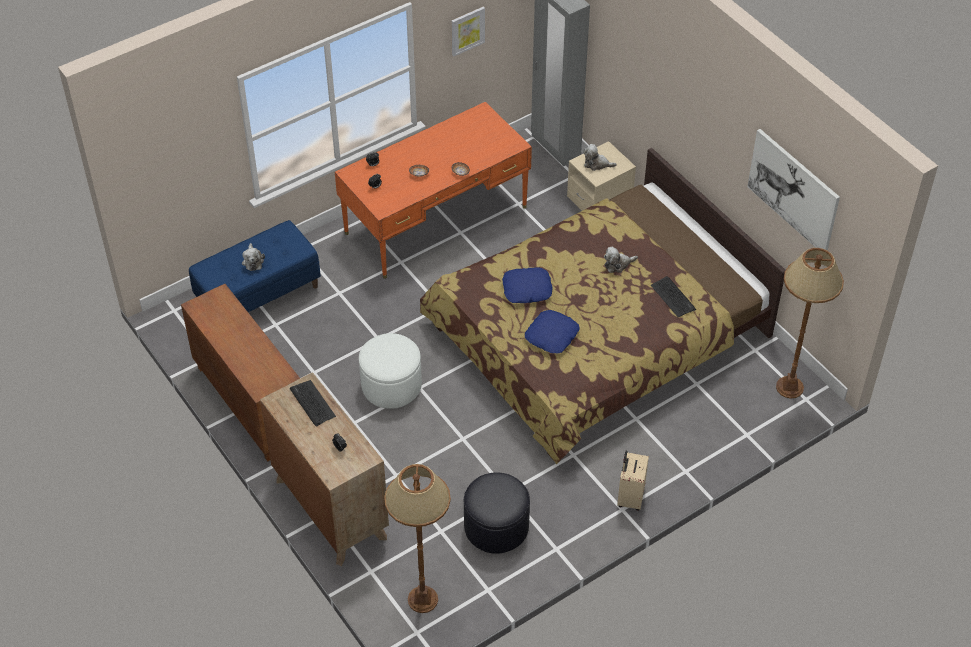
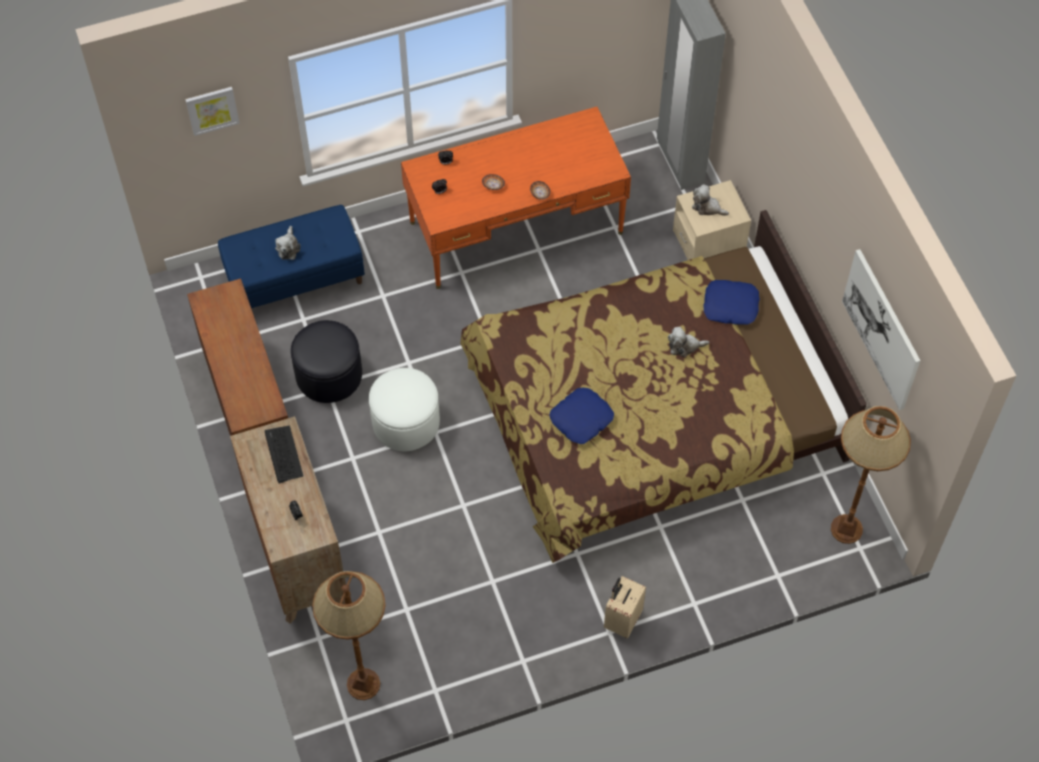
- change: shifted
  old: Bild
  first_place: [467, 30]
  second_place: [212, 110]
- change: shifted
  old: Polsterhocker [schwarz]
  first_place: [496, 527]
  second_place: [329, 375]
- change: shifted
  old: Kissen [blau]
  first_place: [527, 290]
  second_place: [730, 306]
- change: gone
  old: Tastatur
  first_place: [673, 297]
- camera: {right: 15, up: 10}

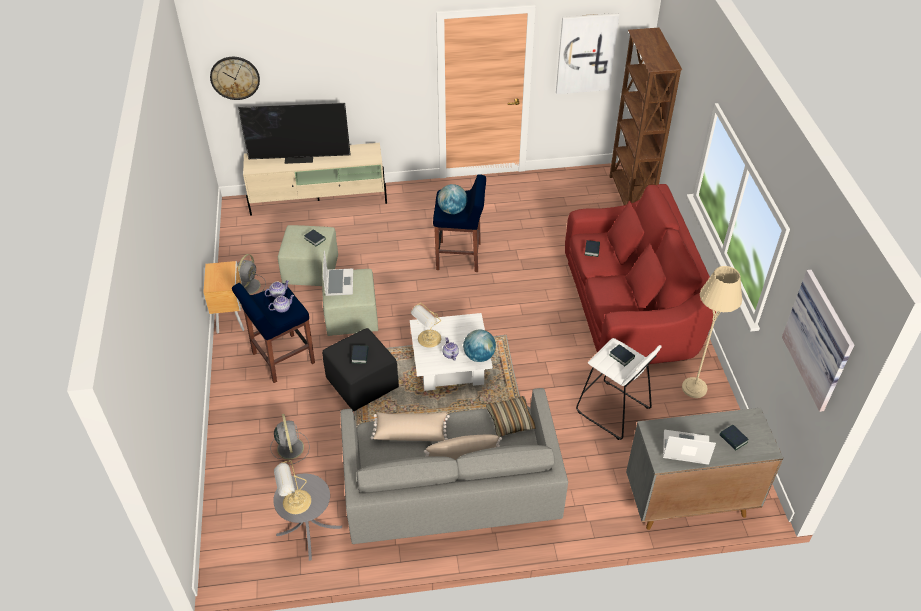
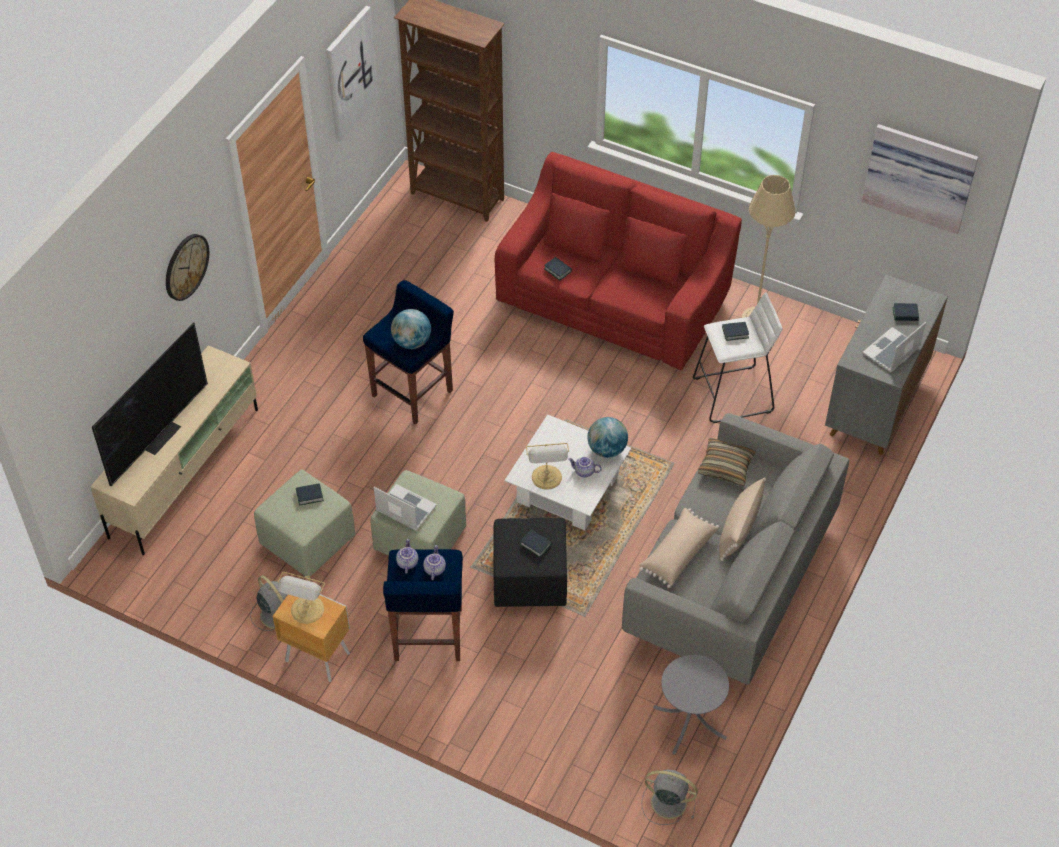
- change: shifted
  old: Wanduhr
  first_place: [235, 77]
  second_place: [186, 266]
- change: shifted
  old: Ventilator [grau]
  first_place: [290, 447]
  second_place: [667, 802]
- change: shifted
  old: Tischlampe
  first_place: [295, 502]
  second_place: [307, 611]
- camera: {right: -55, up: 5}

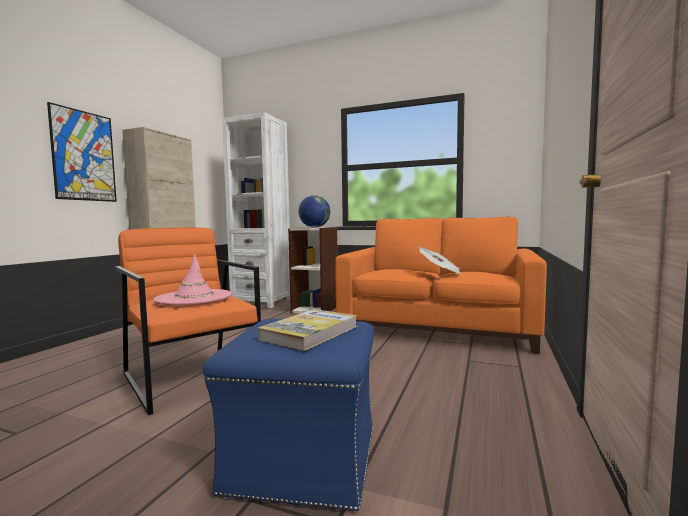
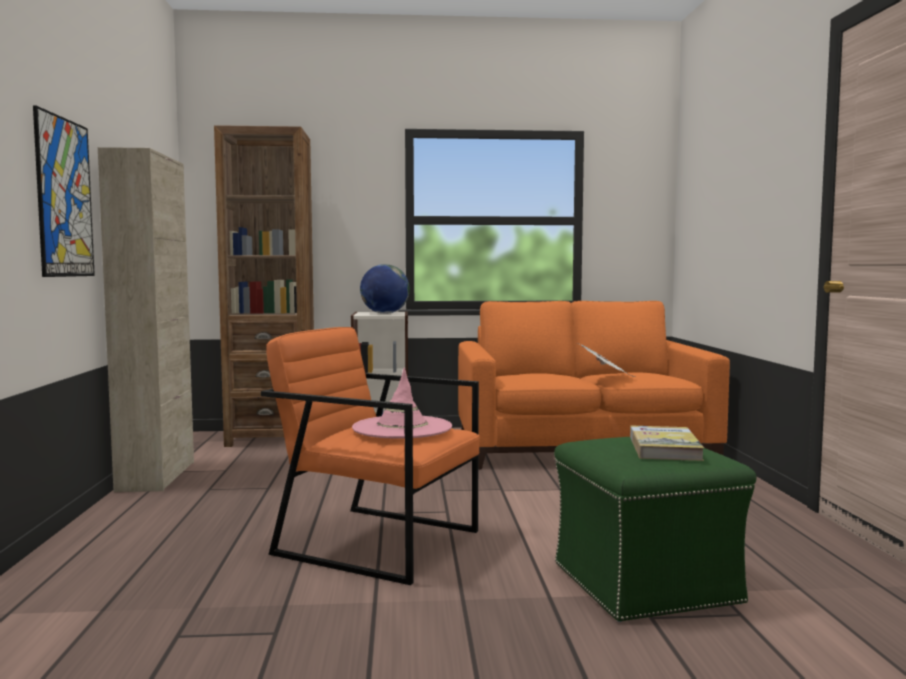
- change: repainted
  old: Polsterhocker [blau]
  new: Polsterhocker [grün]
  first_place: [303, 459]
  second_place: [646, 584]
- change: repainted
  old: Bücherregal [weiß]
  new: Bücherregal [braun]
  first_place: [261, 302]
  second_place: [272, 438]
- camera: {right: -25, up: 0}

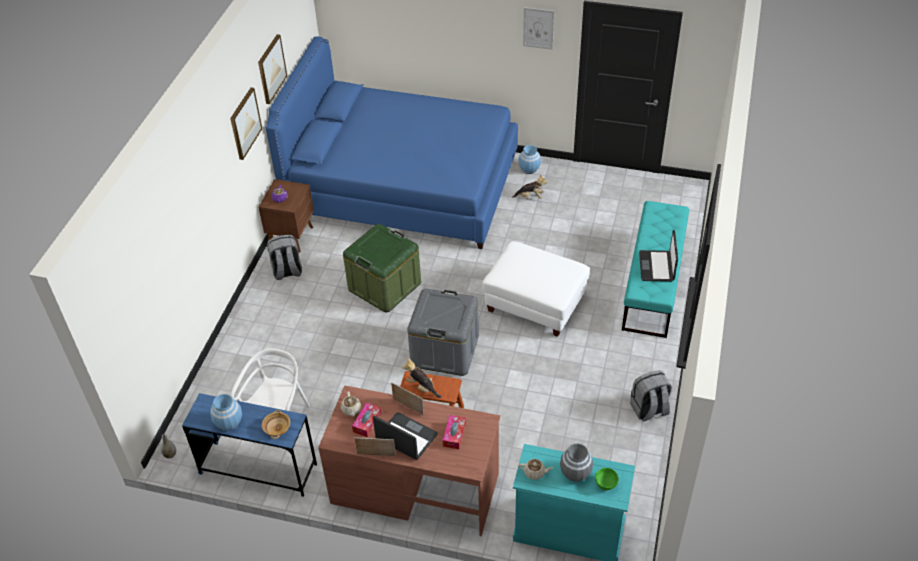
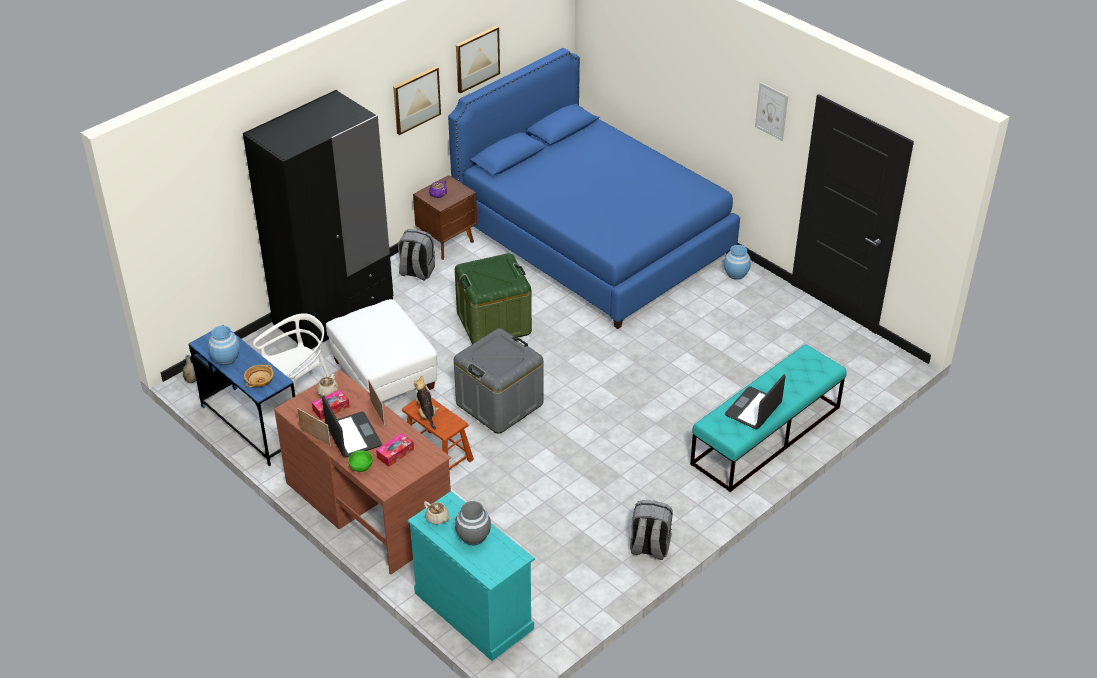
- change: shifted
  old: Polsterhocker [weiß]
  first_place: [535, 305]
  second_place: [383, 375]
- change: gone
  old: Plüschtier
  first_place: [530, 197]
- change: shifted
  old: Schüssel [grün]
  first_place: [606, 484]
  second_place: [361, 467]
- change: new
  new: Kleiderschrank [schwarz]
  second_place: [334, 314]
- camera: {right: 30, up: -5}

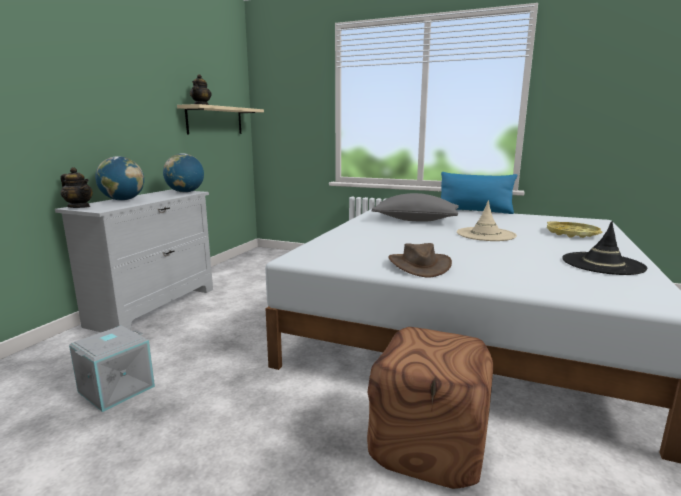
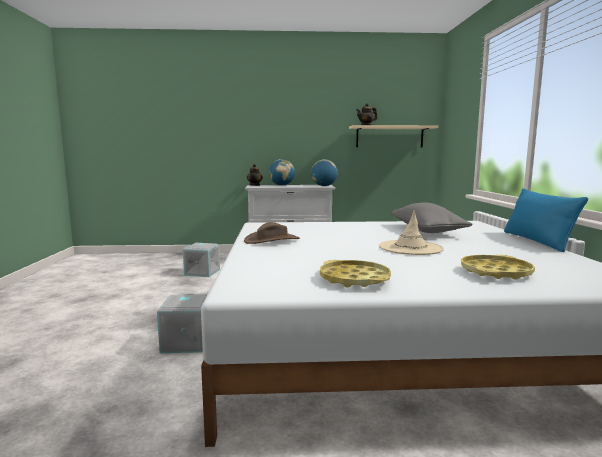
- change: swapped
  old: Polsterhocker [braun]
  new: Aufbewahrungsbox [grau]
  first_place: [430, 445]
  second_place: [187, 343]
- change: swapped
  old: Hut [schwarz]
  new: Tablett [gelb]
  first_place: [602, 264]
  second_place: [354, 279]
- camera: {right: 65, up: -5}

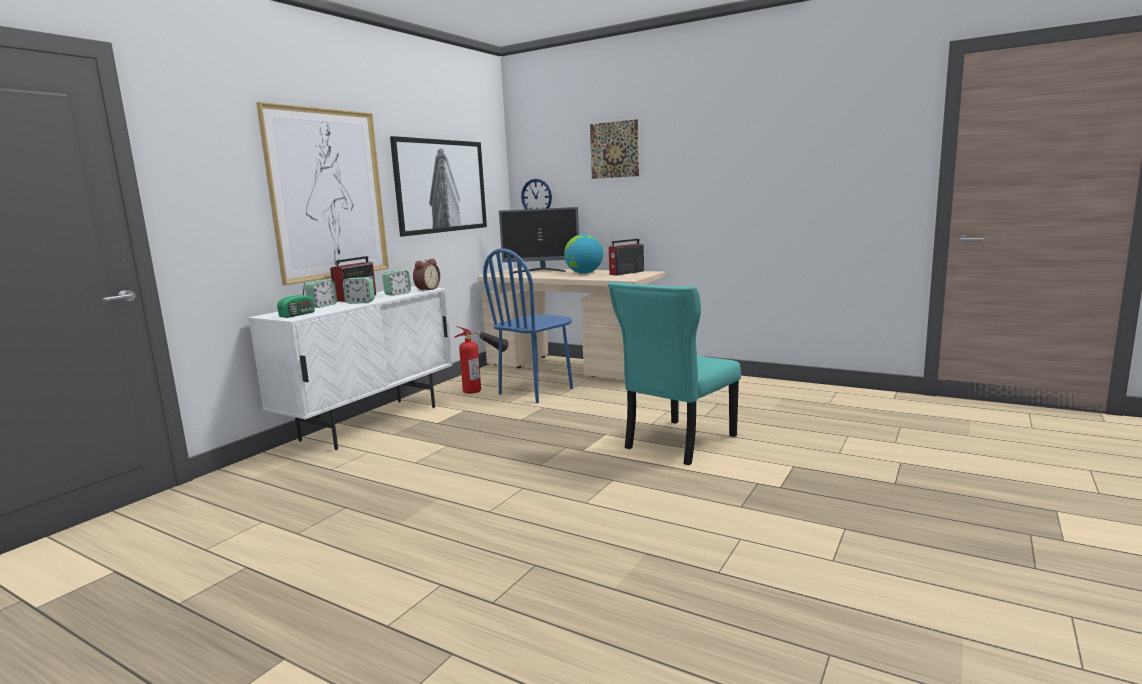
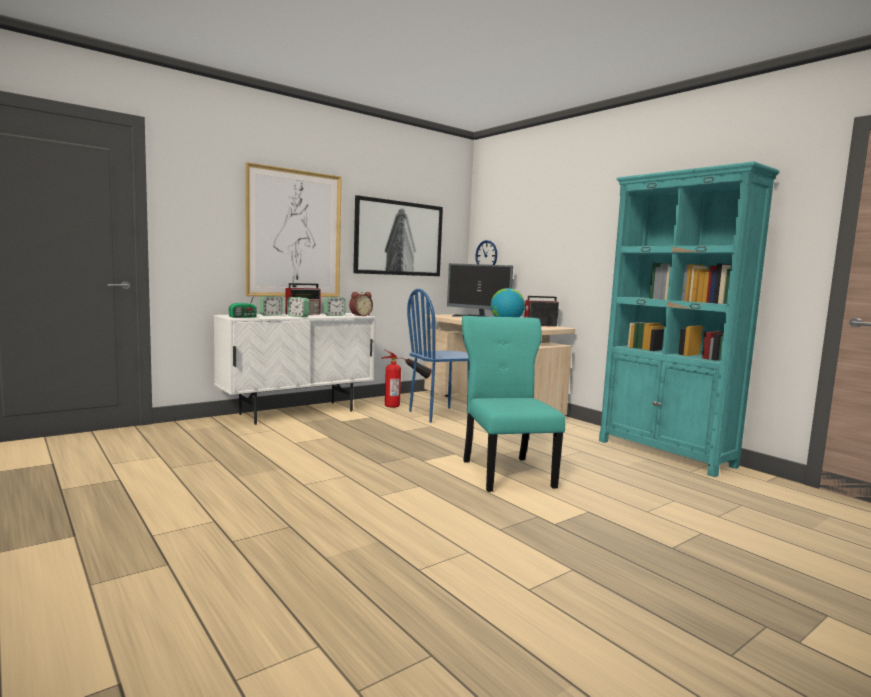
- change: gone
  old: Bild
  first_place: [614, 149]
- change: rotated
  old: Stuhl [türkis]
  first_place: [677, 443]
  second_place: [506, 472]
  degrees: 105
- change: new
  new: Bücherregal [türkis]
  second_place: [665, 453]
- camera: {right: 20, up: -5}

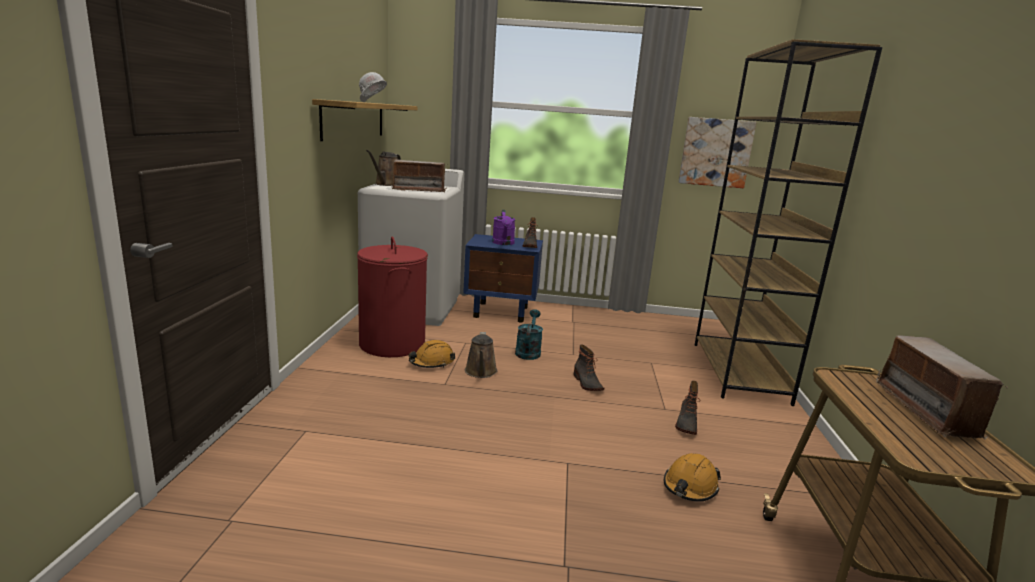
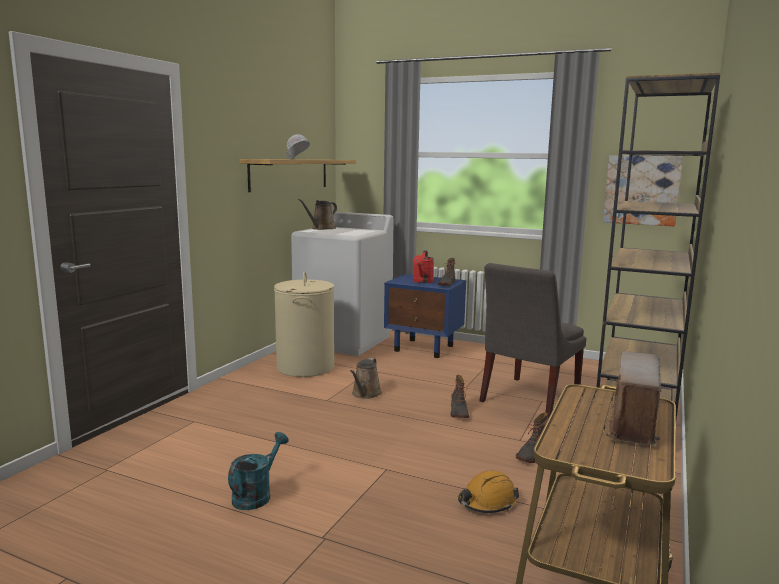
- change: repainted
  old: Wäschekorb [rot]
  new: Wäschekorb [beige]
  first_place: [392, 344]
  second_place: [305, 367]
- change: gone
  old: Radio
  first_place: [419, 190]
- change: gone
  old: Schutzhelm [orange]
  first_place: [432, 362]
- change: repainted
  old: Gießkanne [lila]
  new: Gießkanne [rot]
  first_place: [503, 243]
  second_place: [422, 282]
- change: shifted
  old: Gießkanne [türkis]
  first_place: [528, 351]
  second_place: [256, 495]
- change: new
  new: Stuhl [grau]
  second_place: [527, 399]
- camera: {right: 20, up: -5}

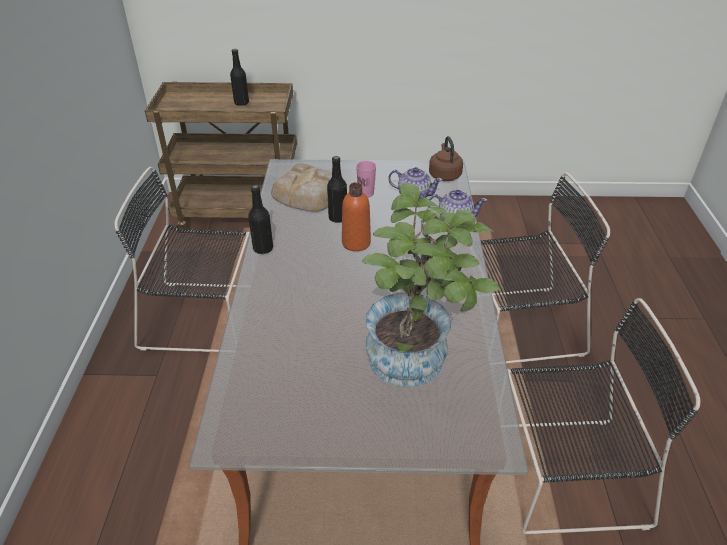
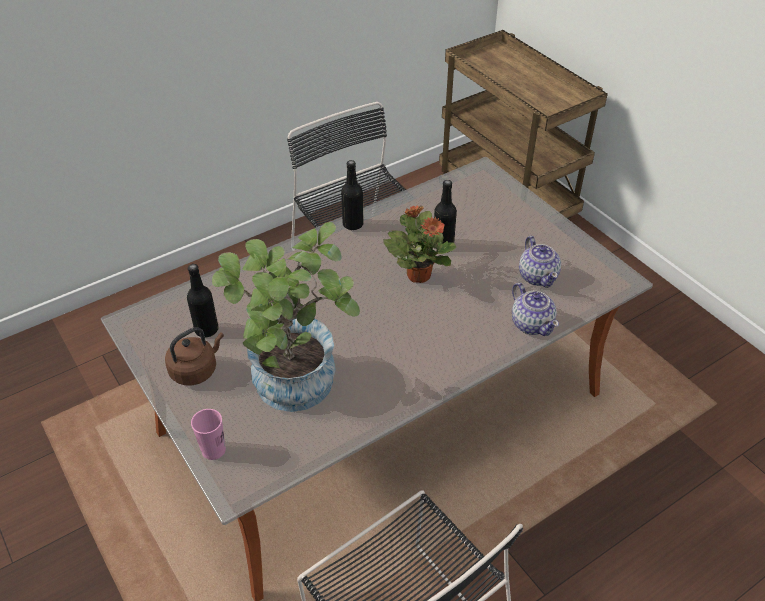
- change: shifted
  old: Flasche [schwarz]
  first_place: [241, 103]
  second_place: [206, 330]
- change: gone
  old: Brot
  first_place: [309, 194]
- change: swapped
  old: Flasche [orange]
  new: Topfpflanze
  first_place: [356, 243]
  second_place: [418, 274]
- change: shifted
  old: Tasse [rosa]
  first_place: [366, 193]
  second_place: [213, 450]
- change: shifted
  old: Wasserkessel [braun]
  first_place: [444, 175]
  second_place: [196, 370]
- change: gone
  old: Stuhl [schwarz]
  first_place: [516, 325]
- camera: {right: 55, up: 5}

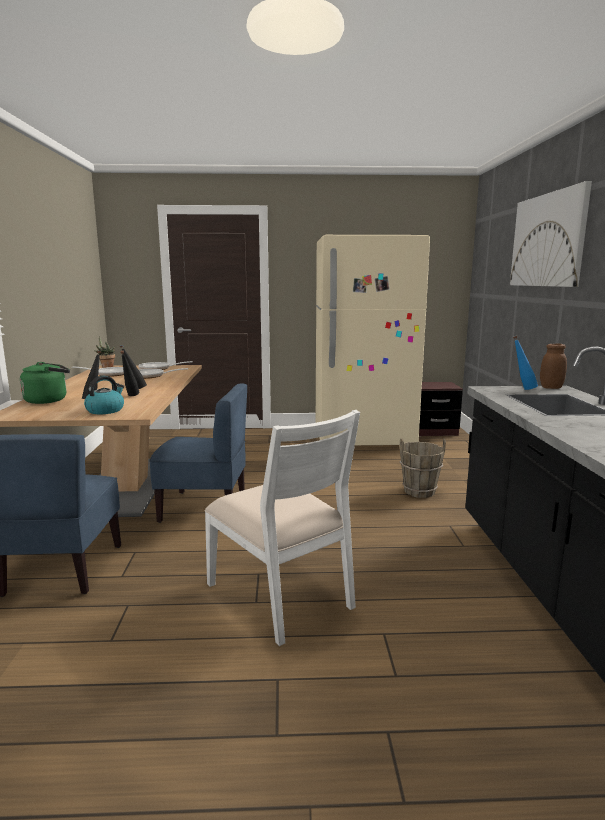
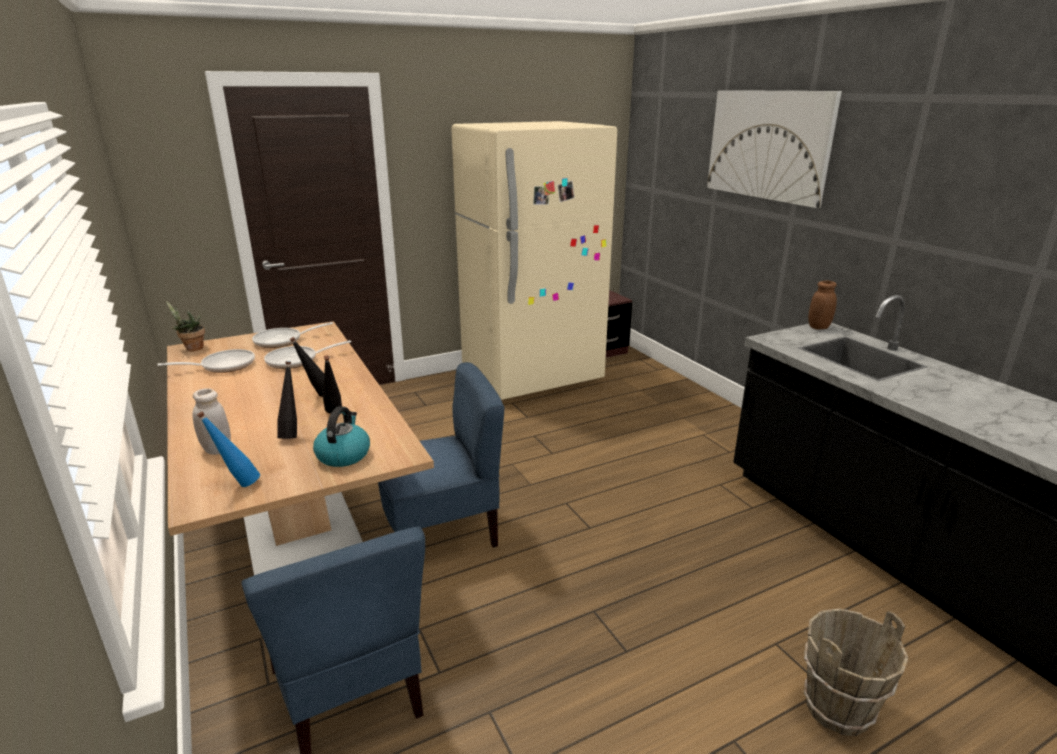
- change: swapped
  old: Wasserkessel [grün]
  new: Vorratsglas [weiß]
  first_place: [48, 400]
  second_place: [217, 449]
- change: gone
  old: Stuhl [weiß]
  first_place: [281, 595]
- change: shifted
  old: Eimer [braun]
  first_place: [419, 491]
  second_place: [836, 708]
- change: shifted
  old: Flasche [blau]
  first_place: [522, 389]
  second_place: [238, 484]
- camera: {right: -25, up: 10}

